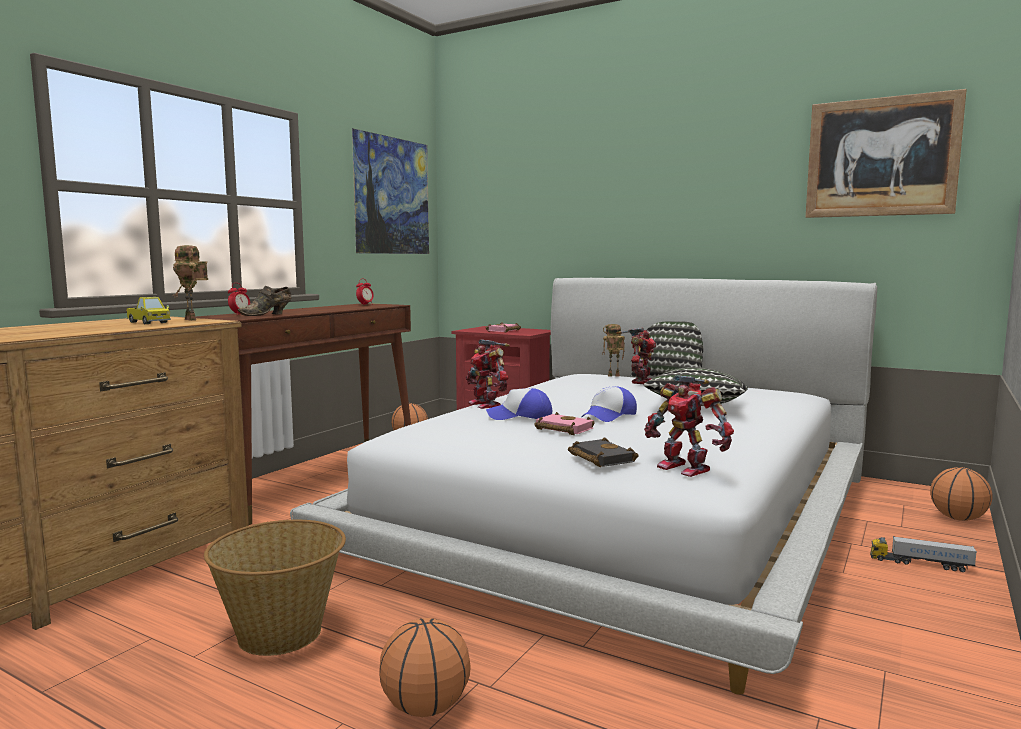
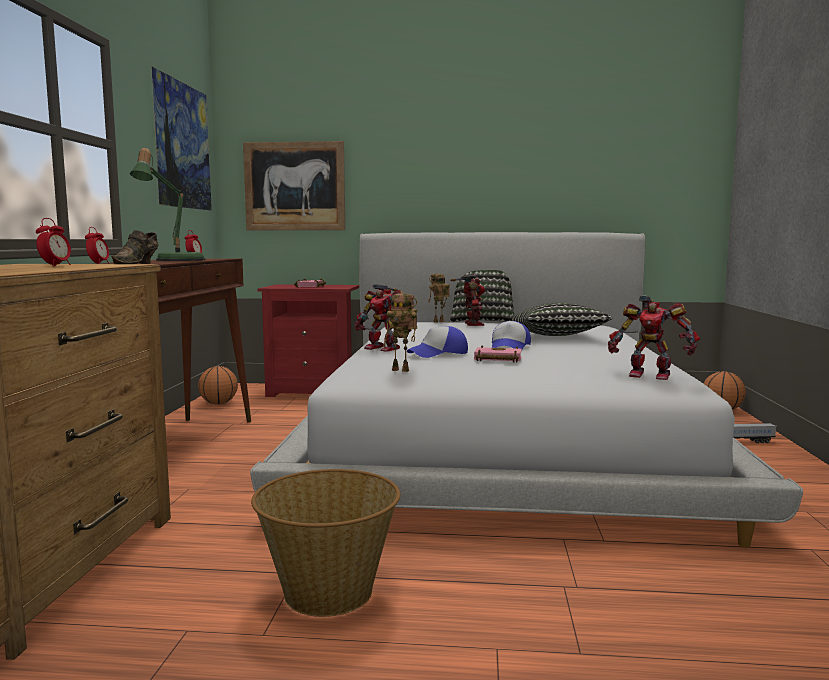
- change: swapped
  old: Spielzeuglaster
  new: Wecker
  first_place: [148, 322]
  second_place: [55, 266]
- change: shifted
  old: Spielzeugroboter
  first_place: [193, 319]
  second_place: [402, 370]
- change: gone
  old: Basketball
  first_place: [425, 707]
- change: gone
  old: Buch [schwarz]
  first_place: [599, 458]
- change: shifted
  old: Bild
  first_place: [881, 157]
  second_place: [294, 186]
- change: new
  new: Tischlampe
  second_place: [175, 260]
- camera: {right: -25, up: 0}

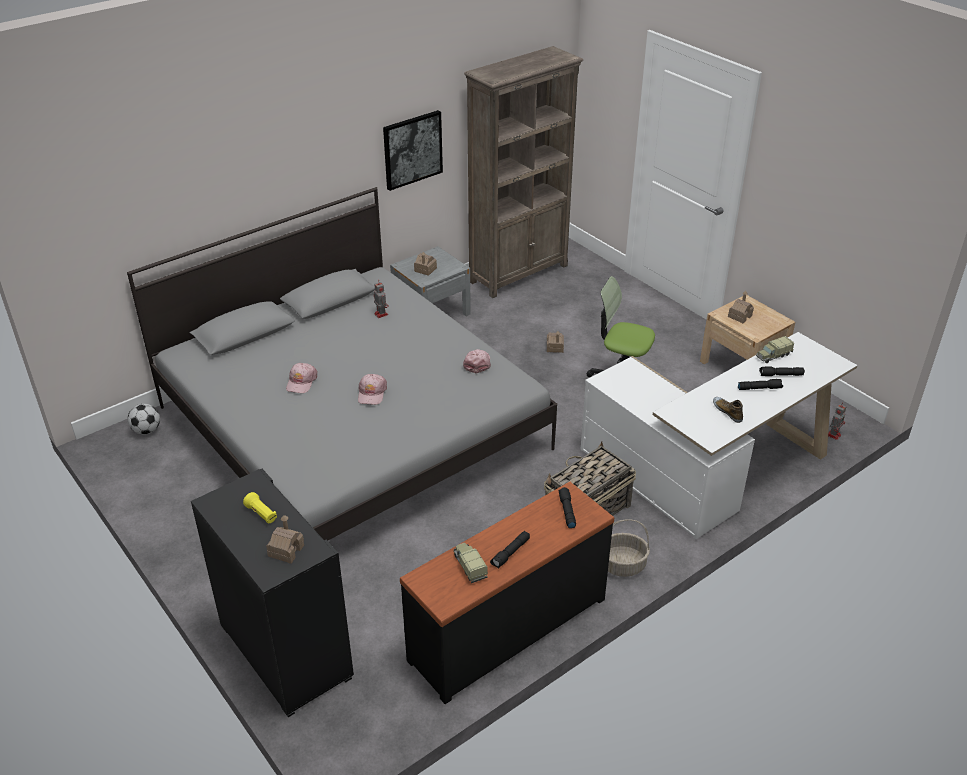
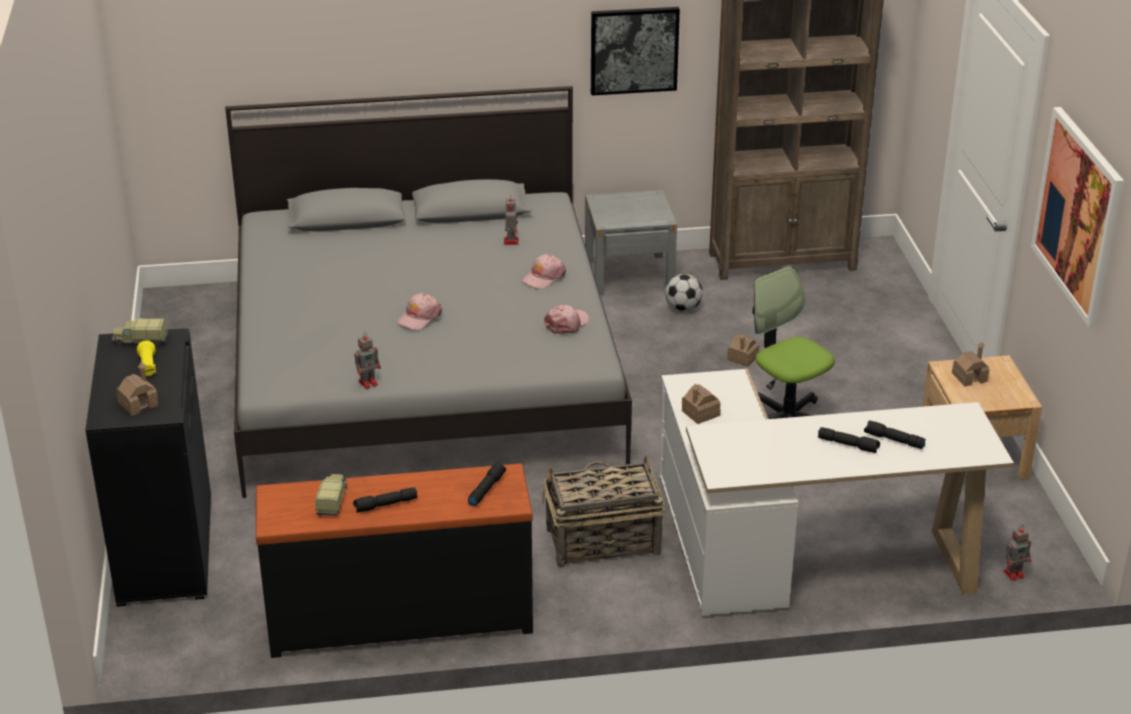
- change: shifted
  old: Fußball
  first_place: [147, 430]
  second_place: [683, 308]
- change: shifted
  old: Kappe [rosa]
  first_place: [301, 382]
  second_place: [543, 277]
- change: shifted
  old: Spielzeughaus
  first_place: [425, 270]
  second_place: [700, 413]
- change: gone
  old: Korb
  first_place: [622, 565]
- change: gone
  old: Schuh
  first_place: [727, 411]
- change: shifted
  old: Spielzeuglaster
  first_place: [773, 356]
  second_place: [140, 340]
- change: new
  new: Spielzeugroboter
  second_place: [369, 382]
- change: new
  new: Bild
  second_place: [1078, 215]
- camera: {right: 30, up: -5}

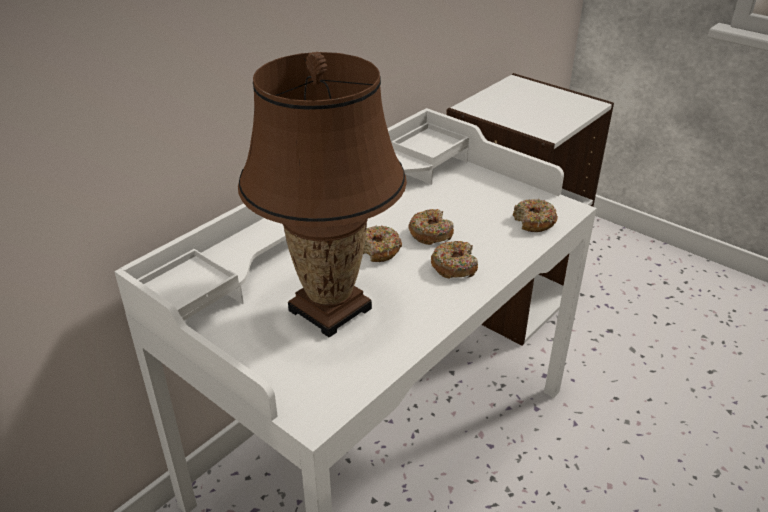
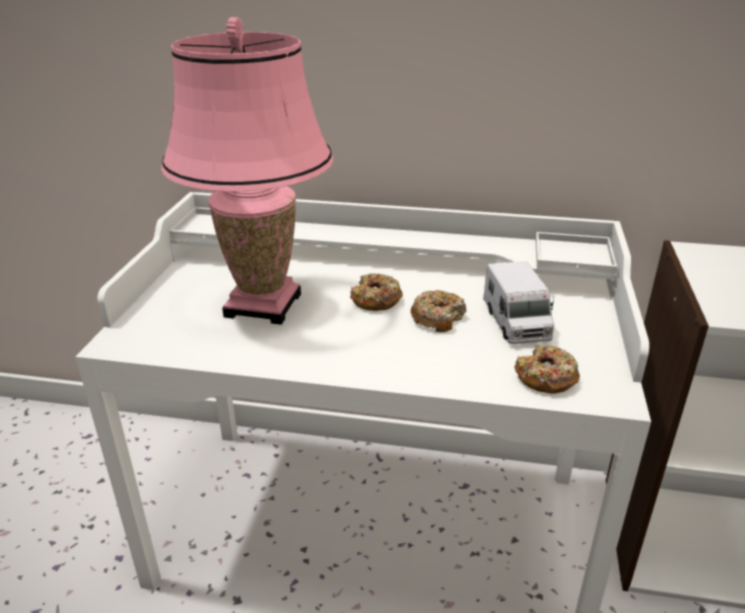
- change: repainted
  old: Tischlampe [braun]
  new: Tischlampe [rosa]
  first_place: [330, 309]
  second_place: [263, 305]
- change: gone
  old: Donut
  first_place: [454, 266]
- change: new
  new: Spielzeuglaster
  second_place: [515, 322]
- camera: {right: 60, up: -5}

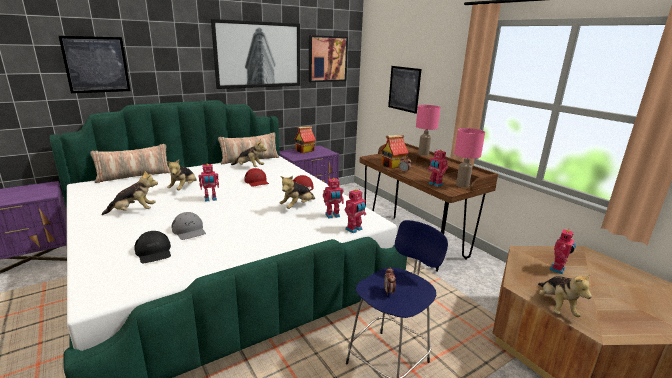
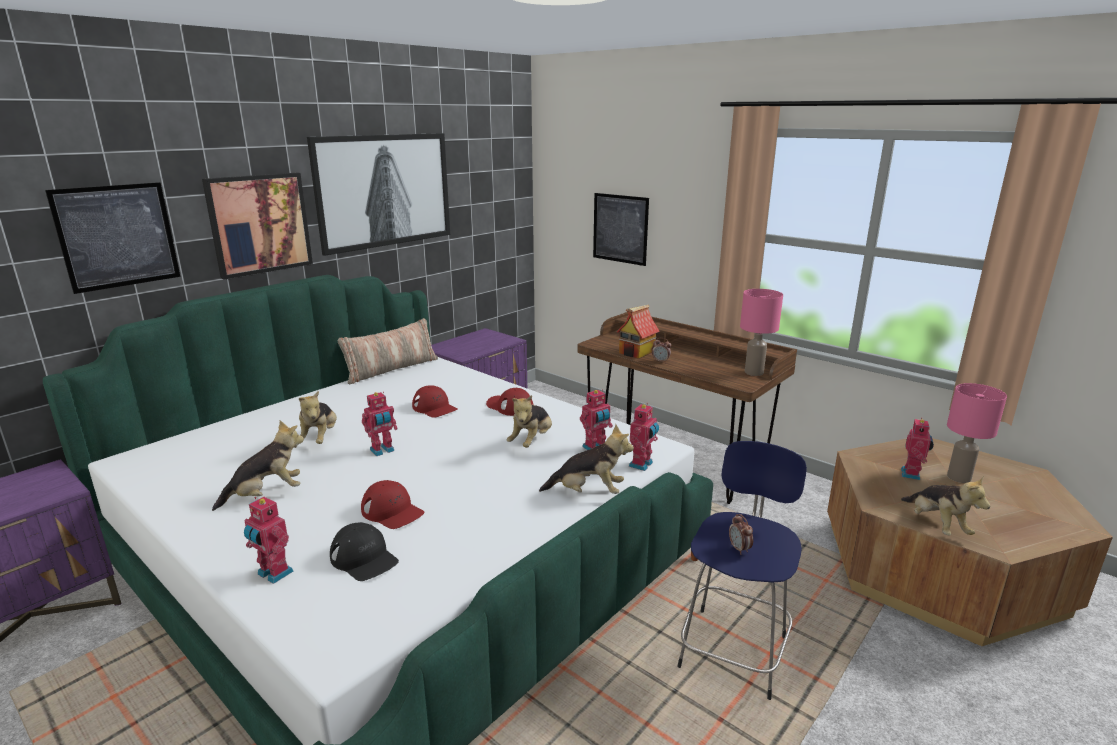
- change: gone
  old: Kissen
  first_place: [134, 176]
- change: repainted
  old: Kappe [grau]
  new: Kappe [rot]
  first_place: [189, 231]
  second_place: [392, 511]
- change: shifted
  old: Plüschtier
  first_place: [249, 167]
  second_place: [588, 492]
- change: gone
  old: Spielzeughaus
  first_place: [304, 151]
- change: shifted
  old: Bild
  first_place: [327, 59]
  second_place: [259, 224]
- change: shifted
  old: Tischlampe [rosa]
  first_place: [423, 154]
  second_place: [959, 478]
- change: shifted
  old: Spielzeugroboter
  first_place: [435, 184]
  second_place: [273, 574]
- camera: {right: -15, up: 0}

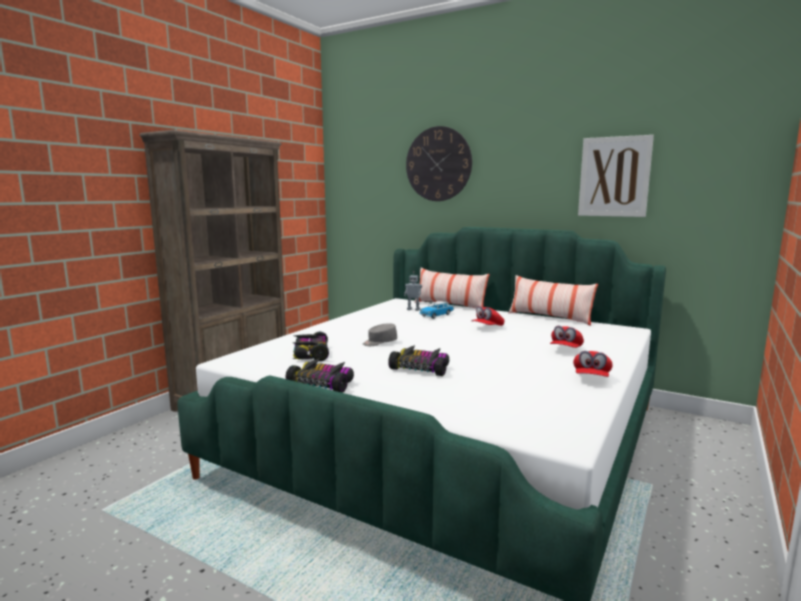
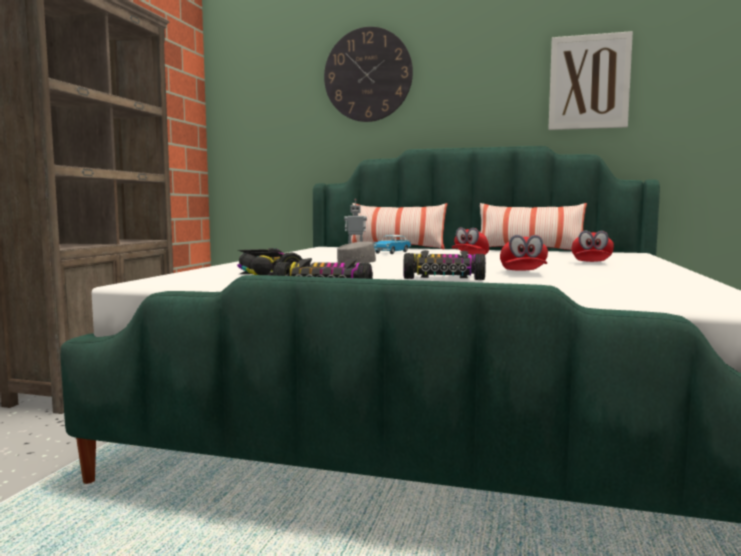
- change: shifted
  old: Kappe [rot]
  first_place: [591, 378]
  second_place: [523, 273]
- camera: {right: -15, up: -5}

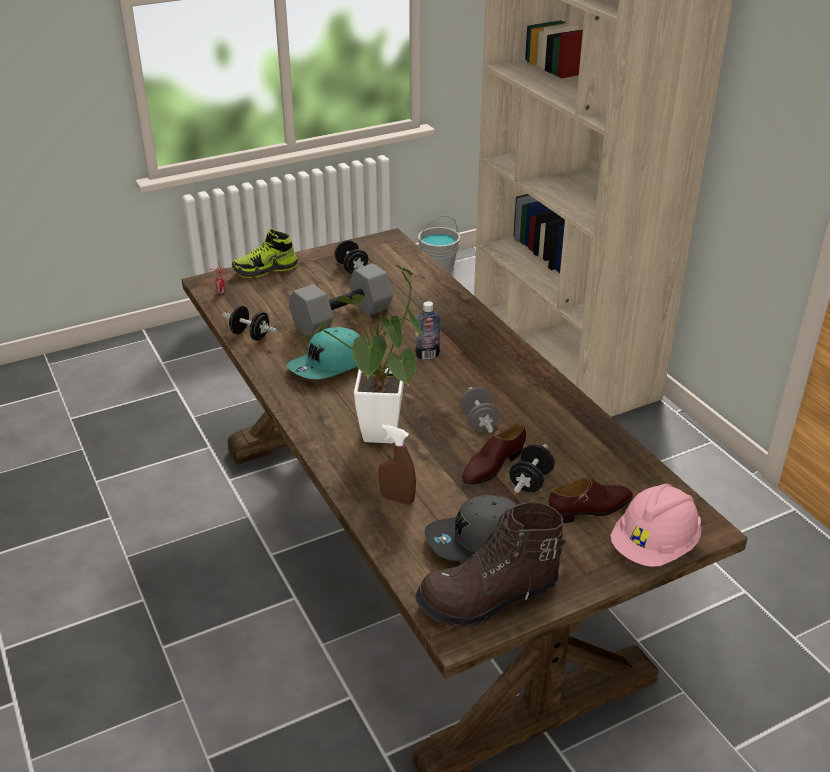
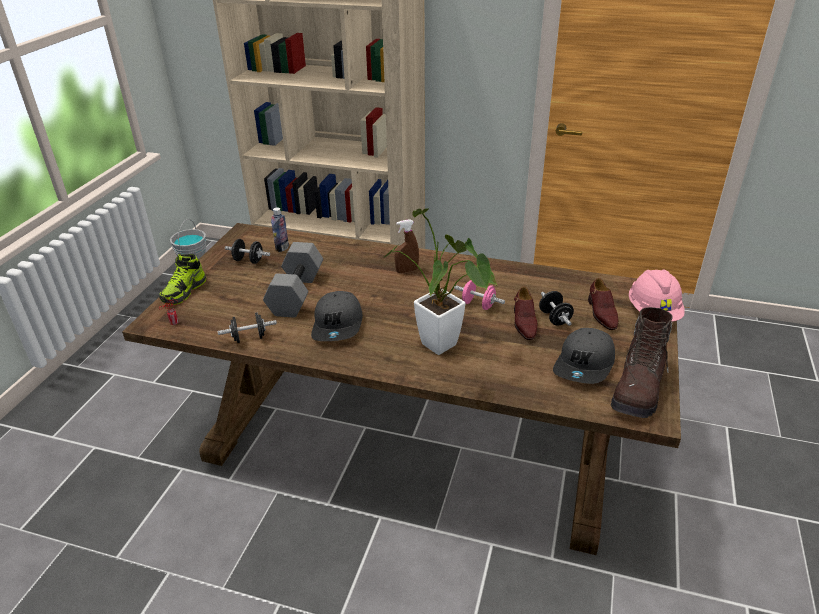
- change: repainted
  old: Kappe [türkis]
  new: Kappe [grau]
  first_place: [329, 365]
  second_place: [338, 325]
- change: shifted
  old: Sprühflasche [braun]
  first_place: [397, 499]
  second_place: [407, 270]
- change: shifted
  old: Flasche
  first_place: [427, 355]
  second_place: [282, 248]
- change: repainted
  old: Hantel [grau]
  new: Hantel [rosa]
  first_place: [478, 422]
  second_place: [478, 305]
- change: rotated
  old: Schuh [braun]
  first_place: [590, 509]
  second_place: [601, 313]
  degrees: 150
- camera: {right: -45, up: 0}

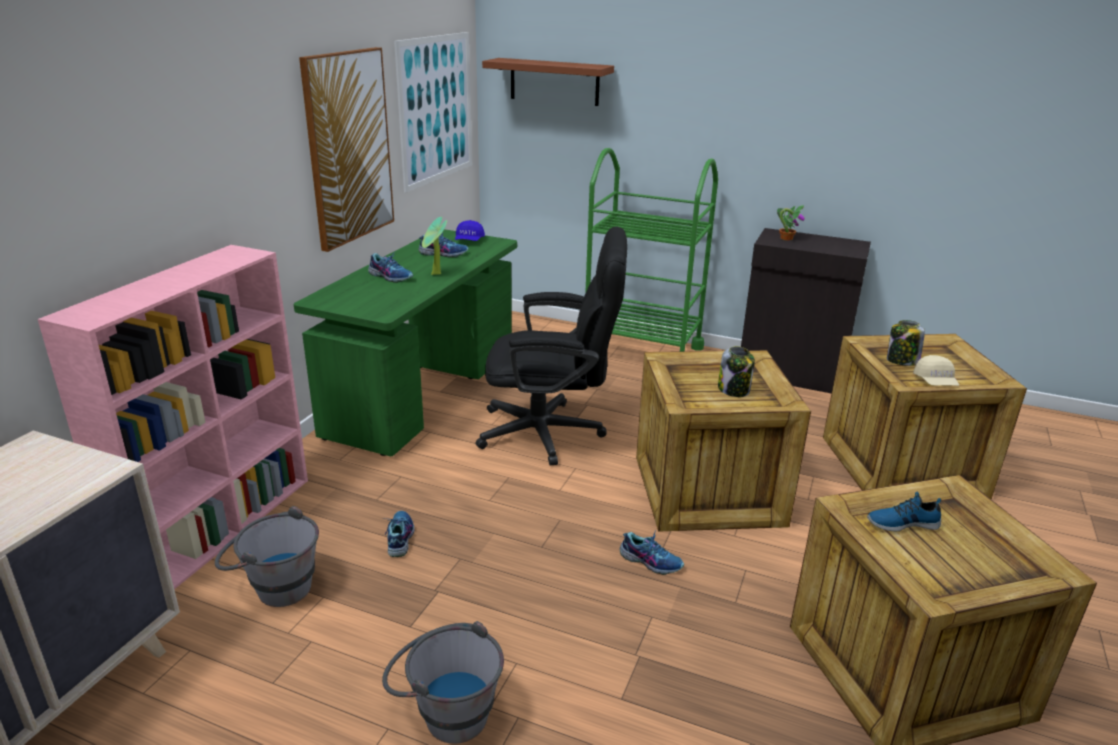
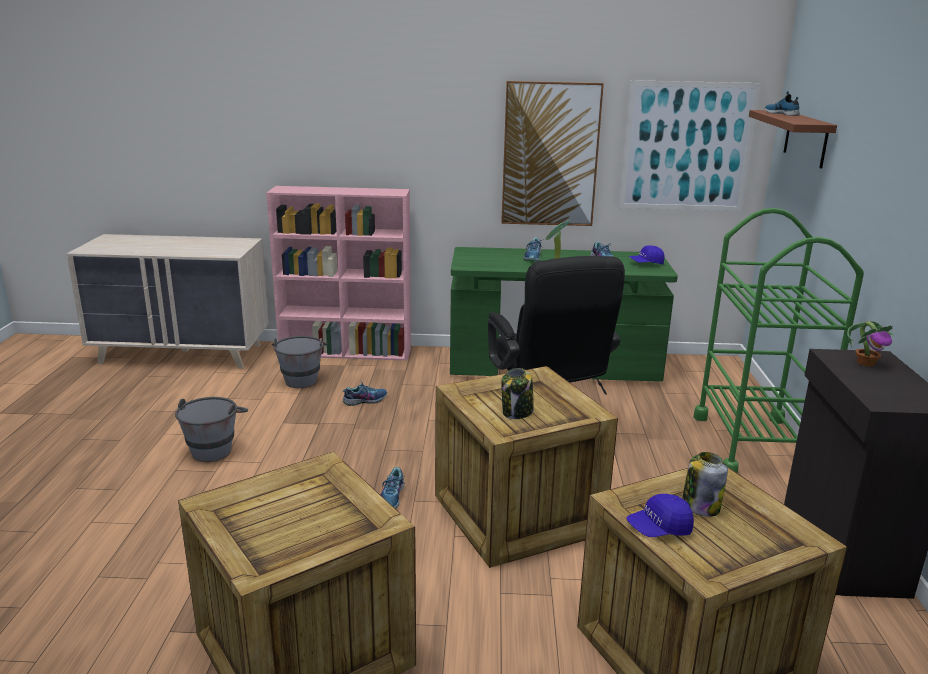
- change: shifted
  old: Schuh
  first_place: [902, 522]
  second_place: [782, 113]
- change: repainted
  old: Kappe [beige]
  new: Kappe [blau]
  first_place: [935, 382]
  second_place: [659, 529]
- camera: {right: 70, up: -5}

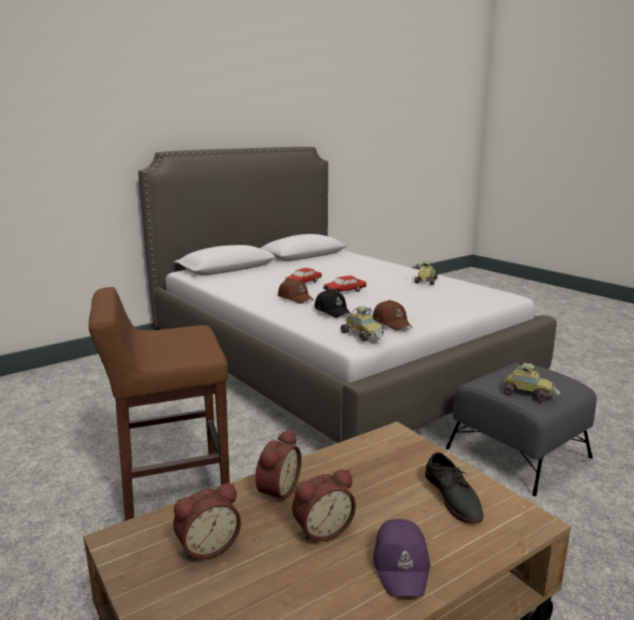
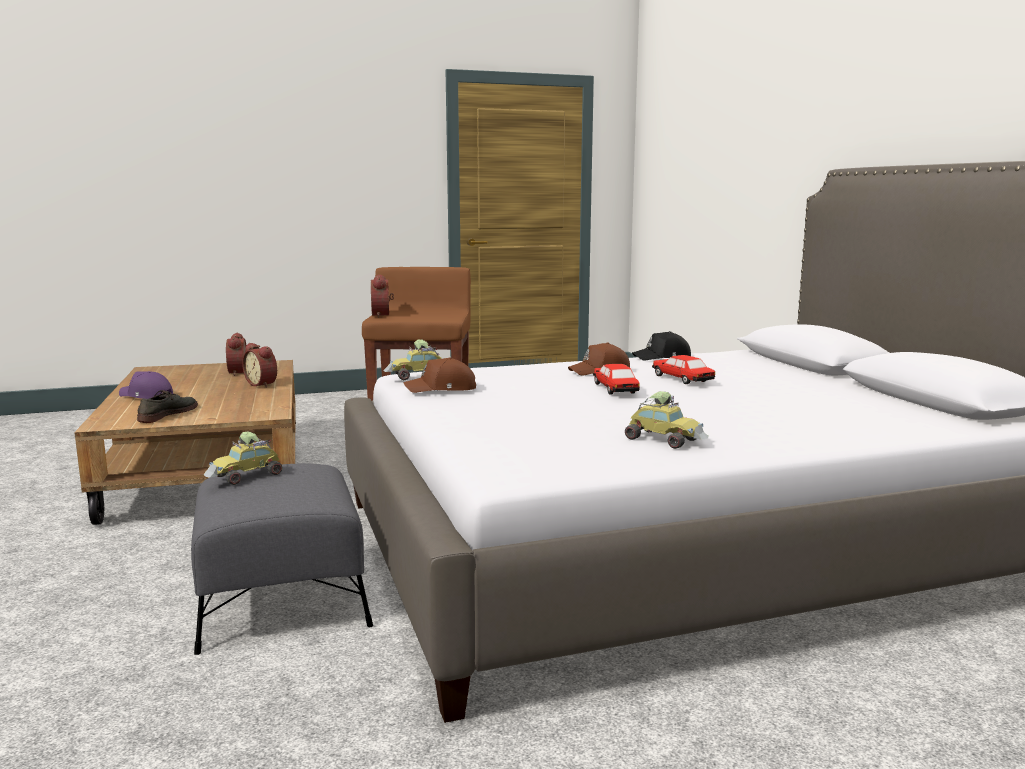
- change: shifted
  old: Wecker
  first_place: [322, 529]
  second_place: [383, 315]
- change: shifted
  old: Kappe [schwarz]
  first_place: [332, 311]
  second_place: [662, 357]
- change: rotated
  old: Schuh [grau]
  first_place: [453, 496]
  second_place: [167, 414]
  degrees: 105
- camera: {right: 110, up: -5}

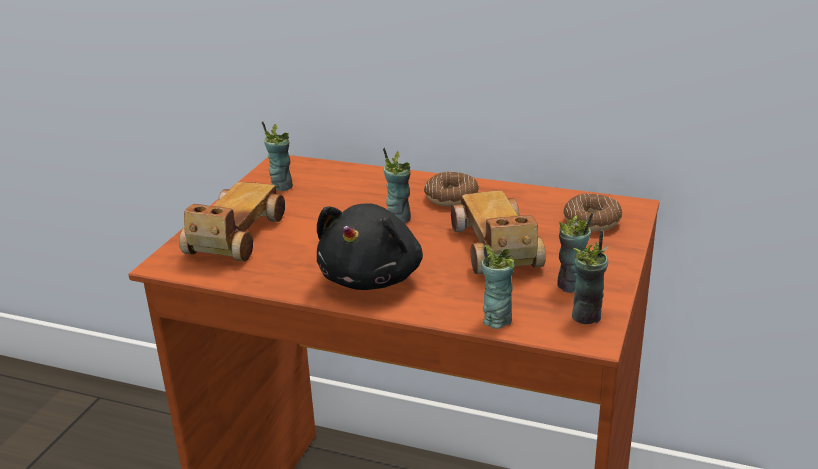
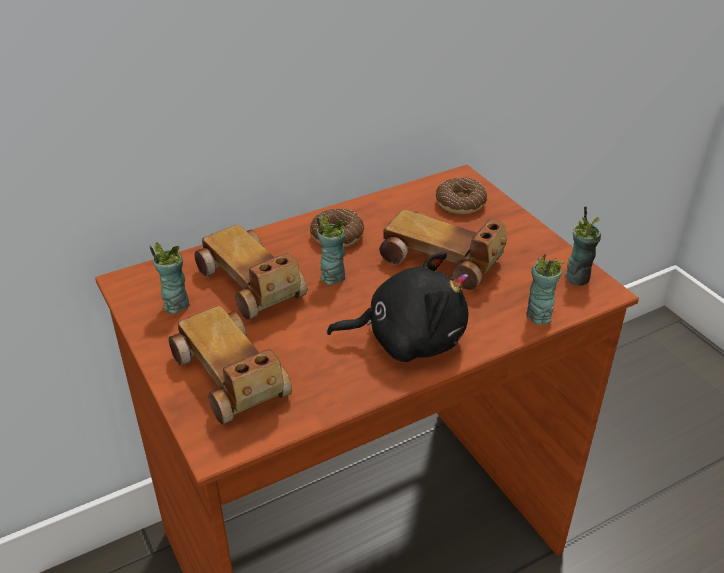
- change: rotated
  old: Plüschtier [schwarz]
  first_place: [373, 277]
  second_place: [408, 339]
  degrees: -60
- change: gone
  old: Tasse
  first_place: [571, 286]
- change: new
  new: Spielzeugauto
  second_place: [251, 285]
- camera: {right: -50, up: 10}

